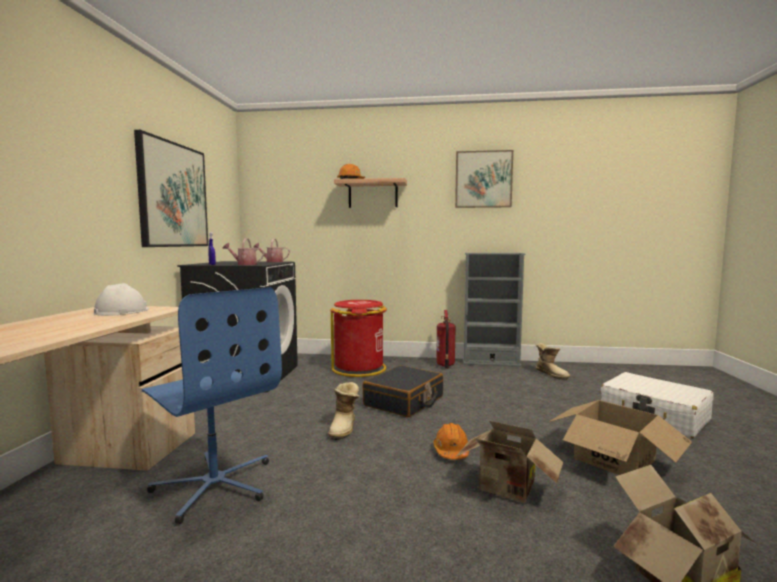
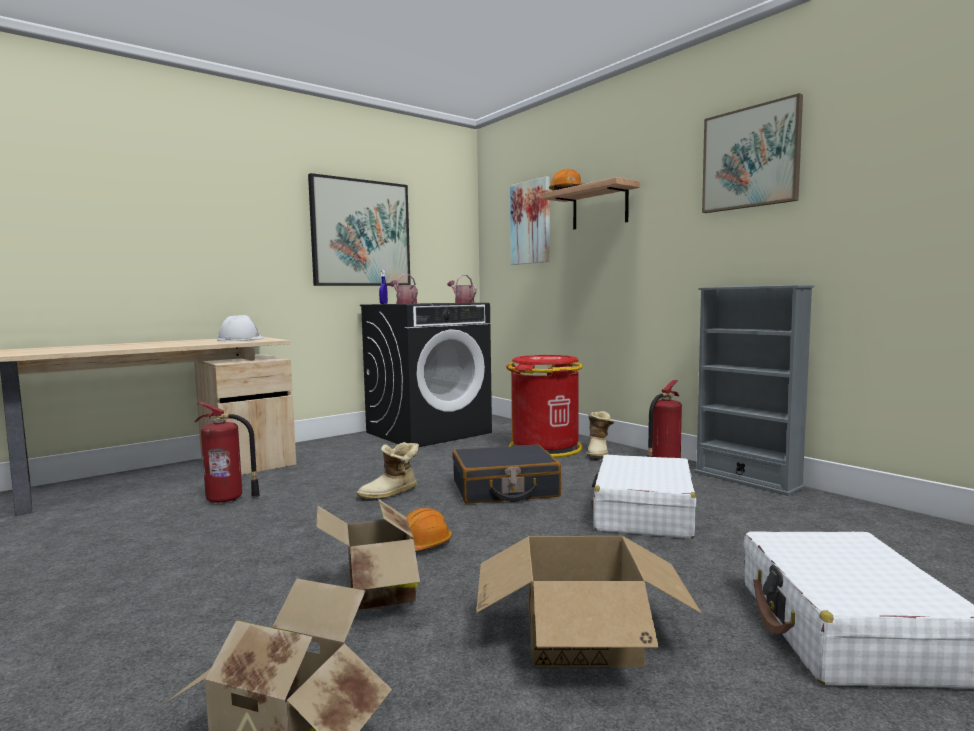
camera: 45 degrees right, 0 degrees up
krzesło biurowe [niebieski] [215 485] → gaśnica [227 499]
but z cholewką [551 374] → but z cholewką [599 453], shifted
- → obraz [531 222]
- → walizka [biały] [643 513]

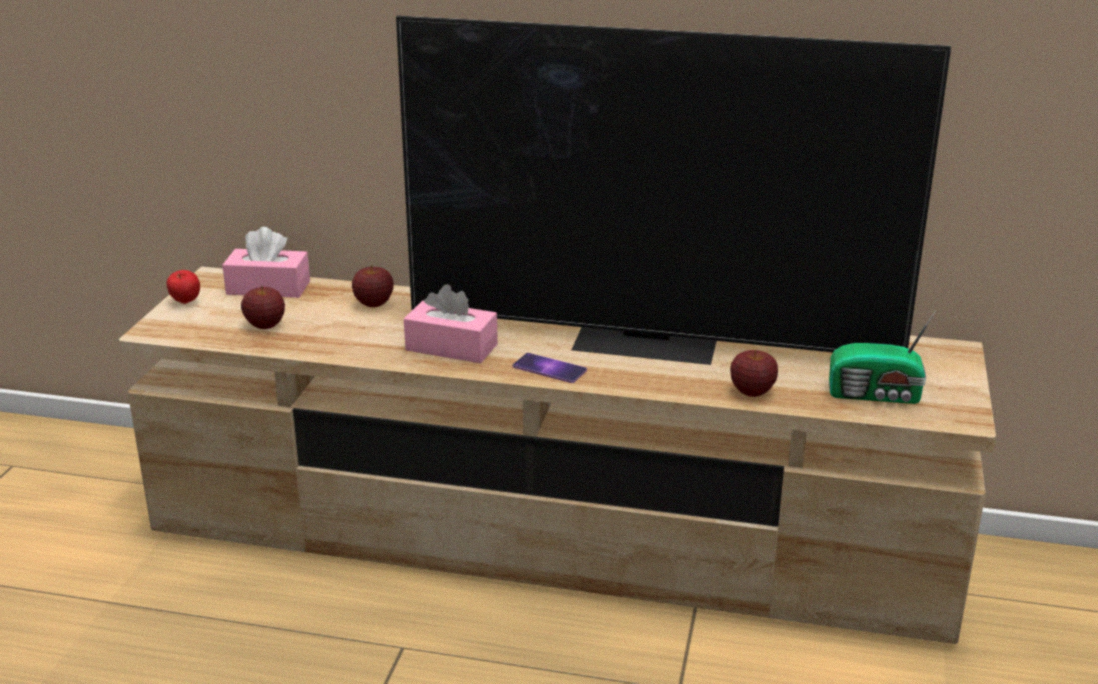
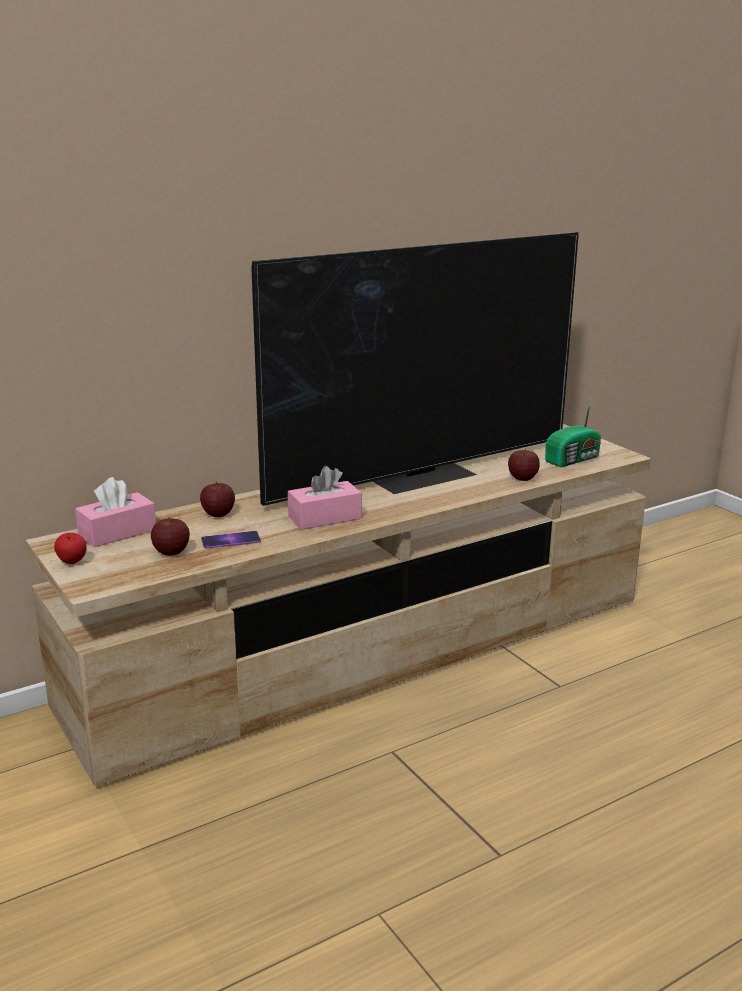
camera: 45 degrees left, 5 degrees down
telefon [549 368] → telefon [231 540], shifted

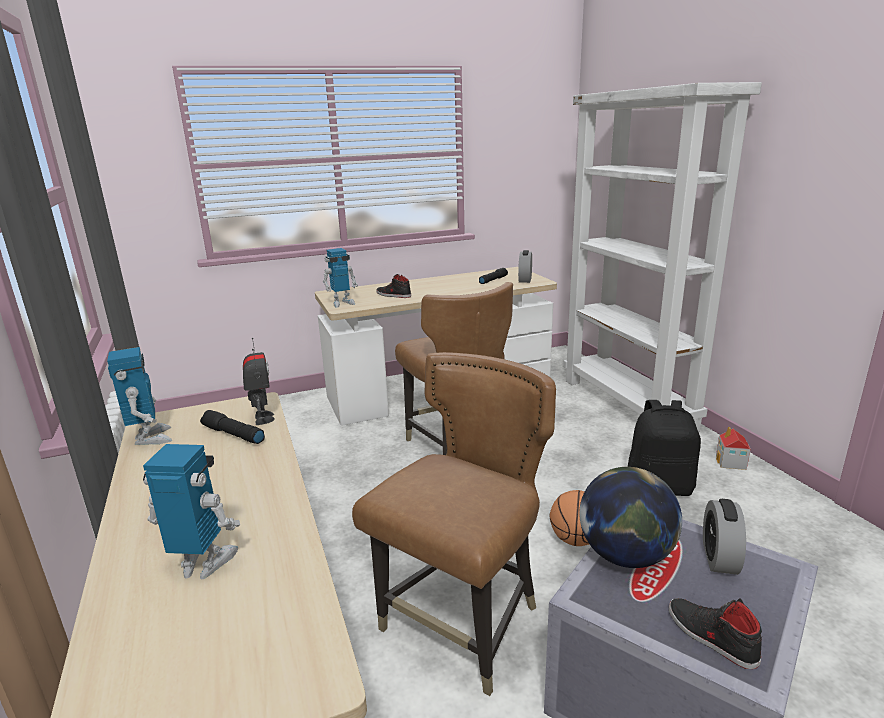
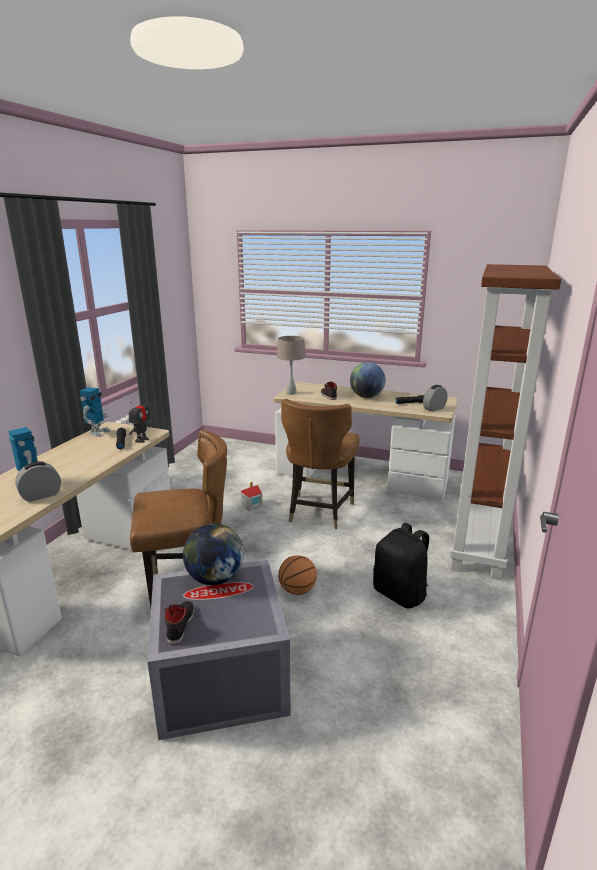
camera: 40 degrees right, 0 degrees up
regał [biały] [628 404] → regał [brązowy] [479 538]
robot zabawkowy [342 303] → lampa stołowa [beżowy] [291 393]
domek [731 462] → domek [251 506], shifted
budzik [719 558] → budzik [41 496], shifted
- → globus [366 397]

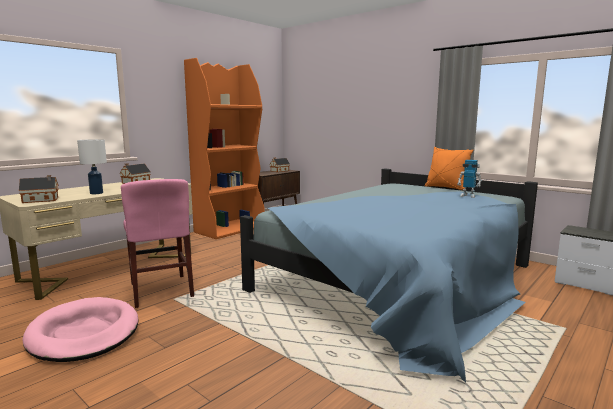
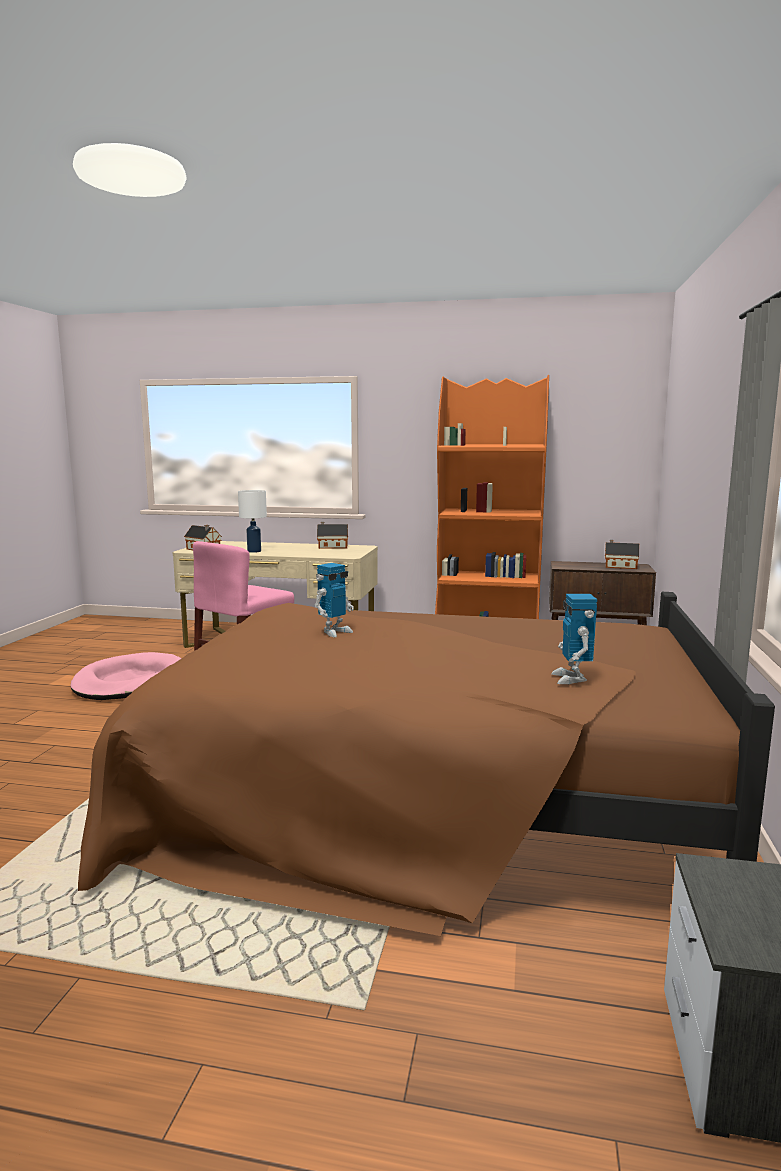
camera: 60 degrees right, 0 degrees up
poduszka [pomarańczowy] [446 188] → -
łóżko [niebieski] [400 281] → łóżko [brązowy] [426 797]
- → robot zabawkowy [334 632]

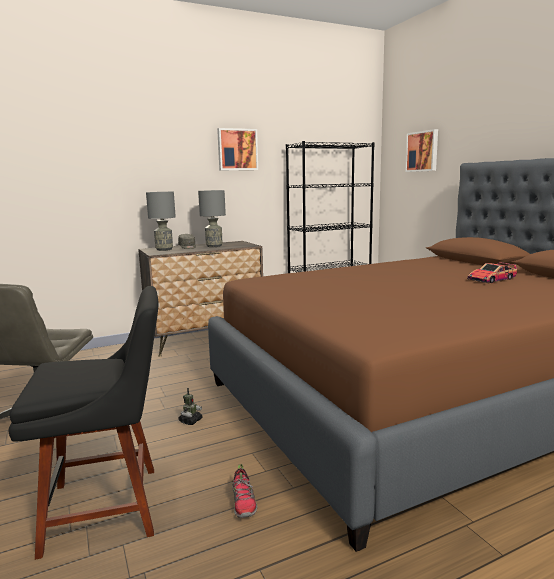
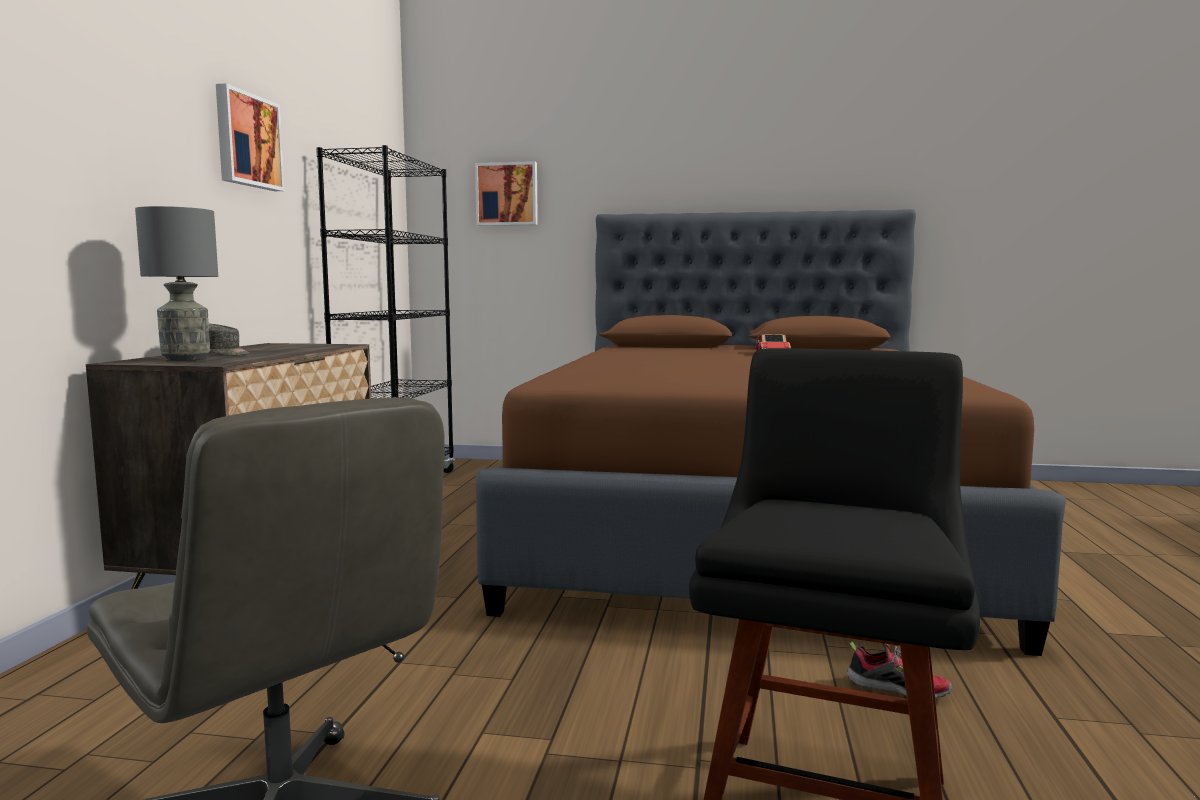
camera: 55 degrees left, 5 degrees down
lampa stołowa [szary] [213 246] → -
robot zabawkowy [190 421] → -

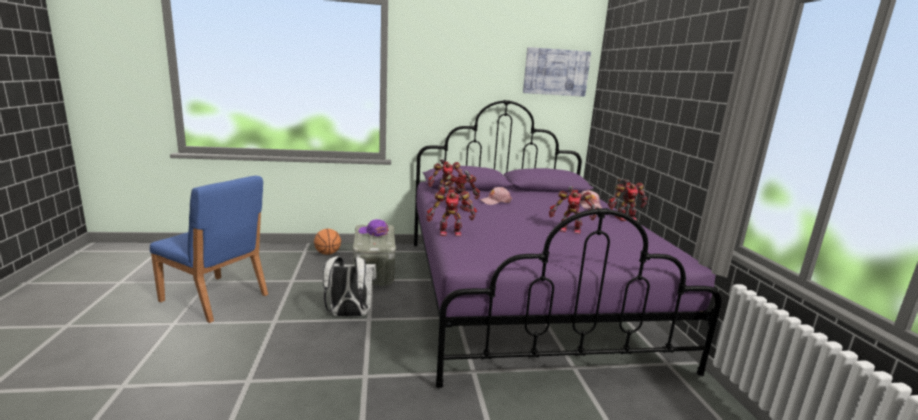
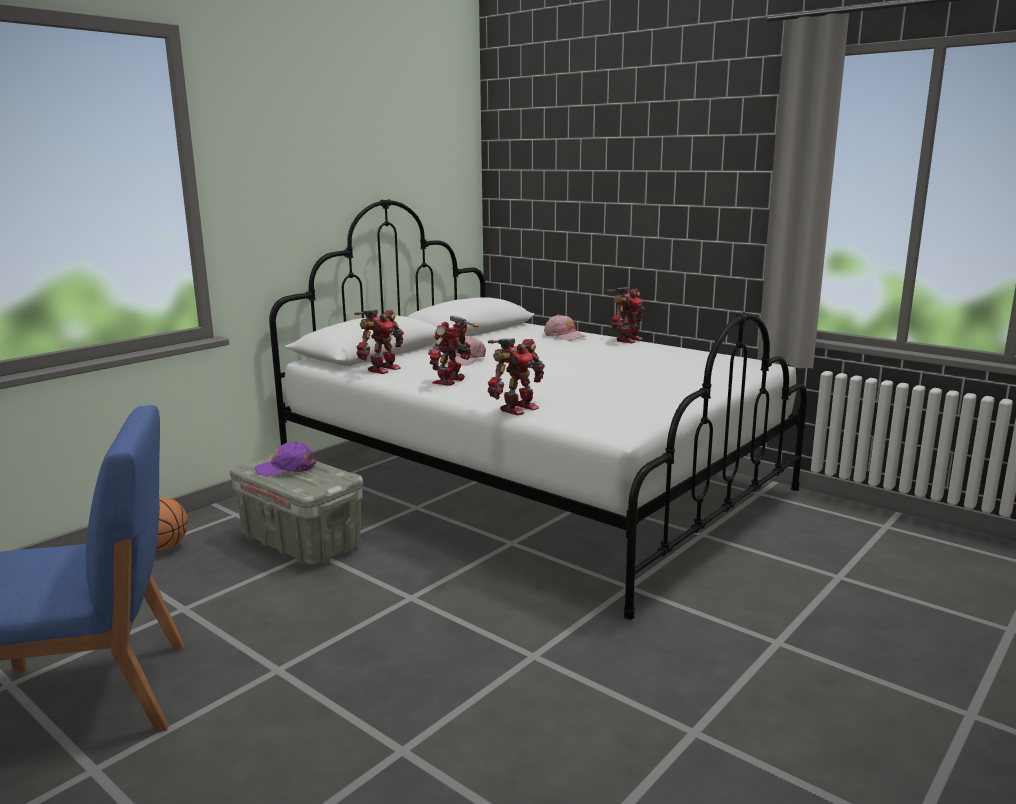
camera: 40 degrees left, 0 degrees up
obraz [556 72] → -
łóżko [fioletowy] [524 295] → łóżko [biały] [536 487]
robot zabawkowy [570 229] → -
plecak [biały] [348 315] → -

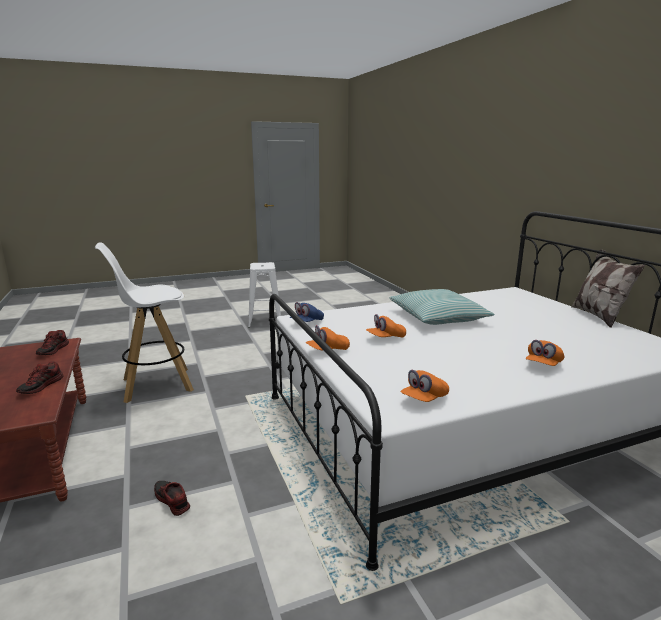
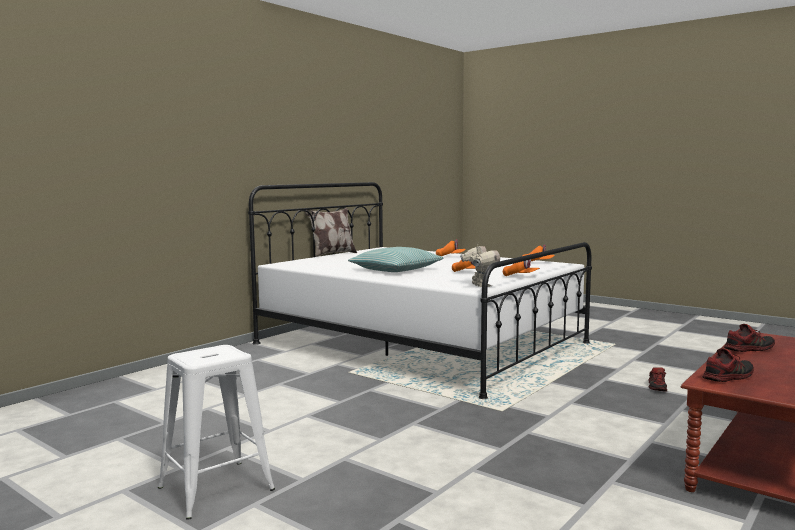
camera: 120 degrees left, 10 degrees down
stołek [biały] [156 385] → -
czapka z daszkiem [niebieski] [307 323] → robot zabawkowy [479 286]

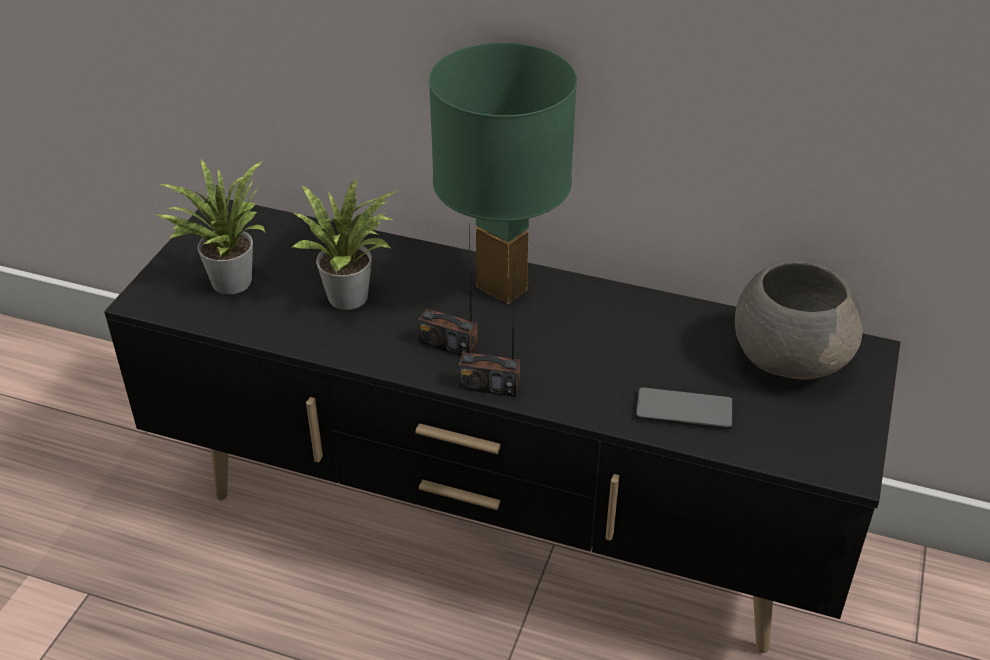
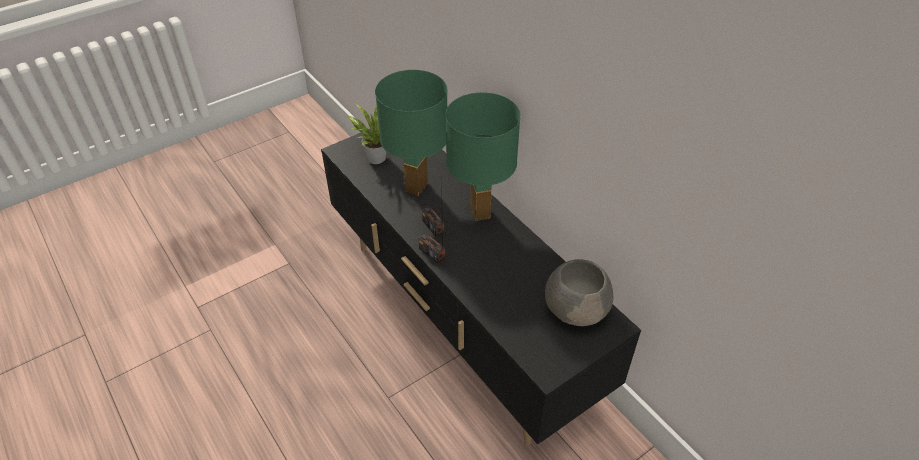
camera: 35 degrees right, 5 degrees up
roślina doniczkowa [353 296] → lampa stołowa [zielony] [416 186]
telefon [684 410] → -

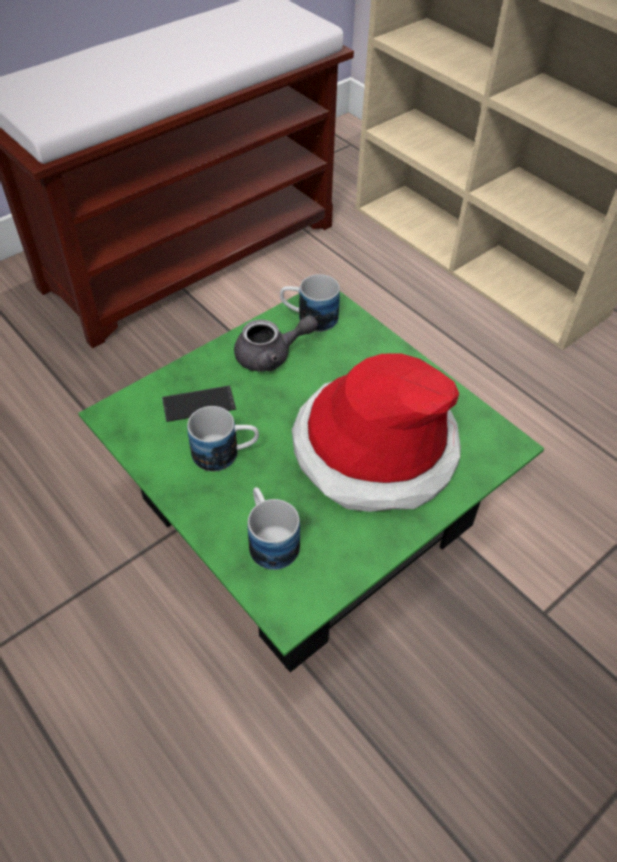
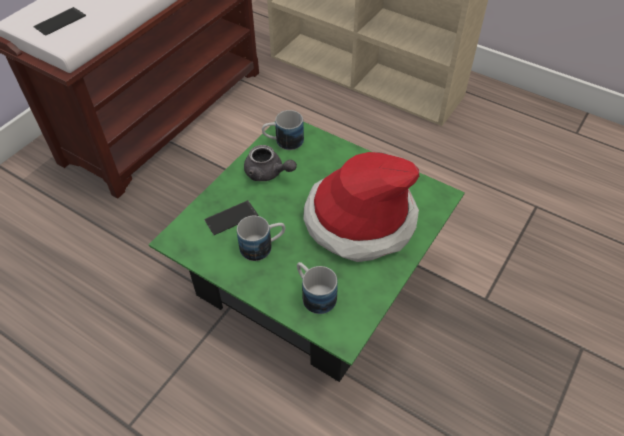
camera: 15 degrees left, 0 degrees up
imbryk [szary] [271 356] → imbryk [szary] [268 173], 60 degrees clockwise
- → telefon [60 21]

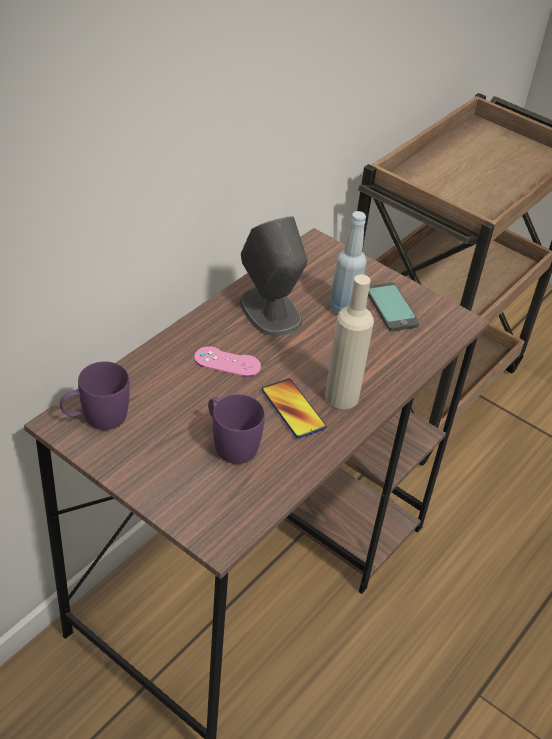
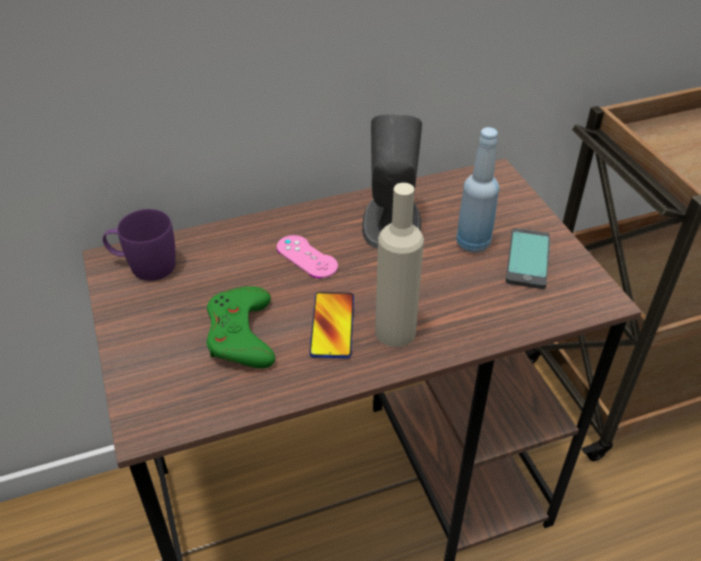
camera: 35 degrees right, 0 degrees up
kubek [fioletowy] [230 442] → pad do gier [zielony] [241 334]

